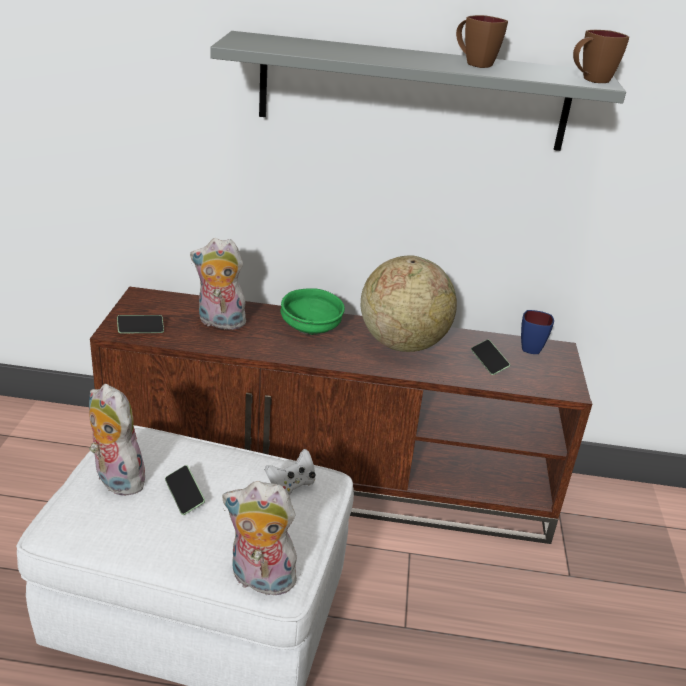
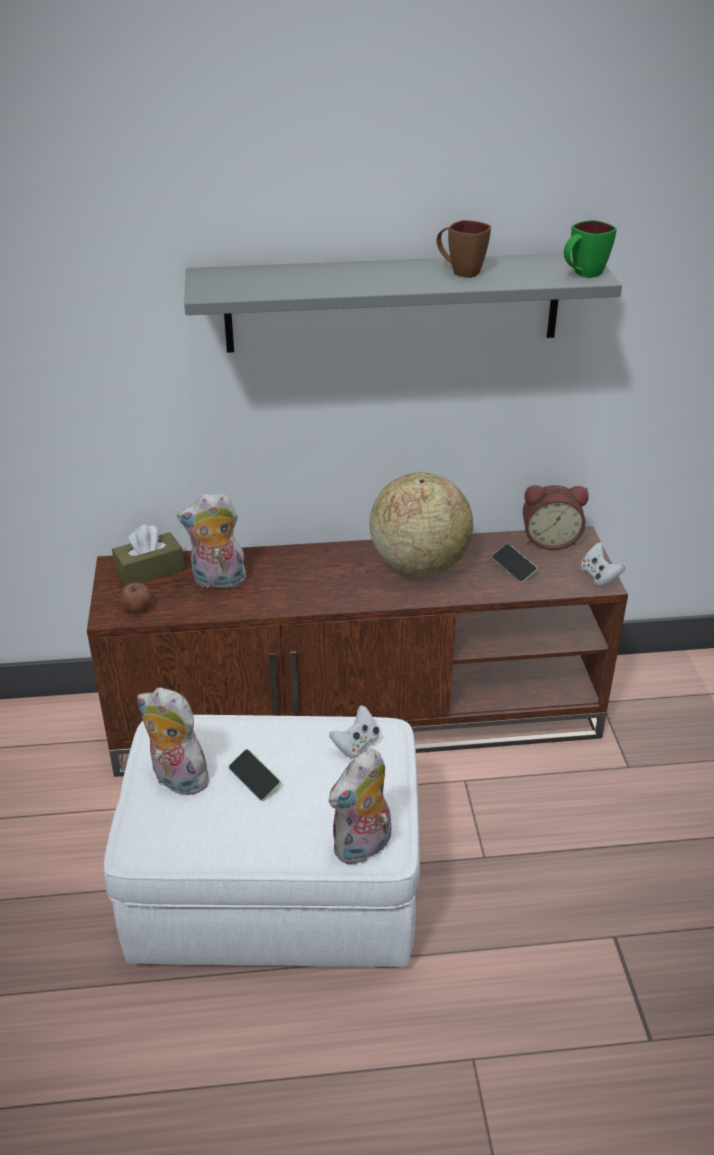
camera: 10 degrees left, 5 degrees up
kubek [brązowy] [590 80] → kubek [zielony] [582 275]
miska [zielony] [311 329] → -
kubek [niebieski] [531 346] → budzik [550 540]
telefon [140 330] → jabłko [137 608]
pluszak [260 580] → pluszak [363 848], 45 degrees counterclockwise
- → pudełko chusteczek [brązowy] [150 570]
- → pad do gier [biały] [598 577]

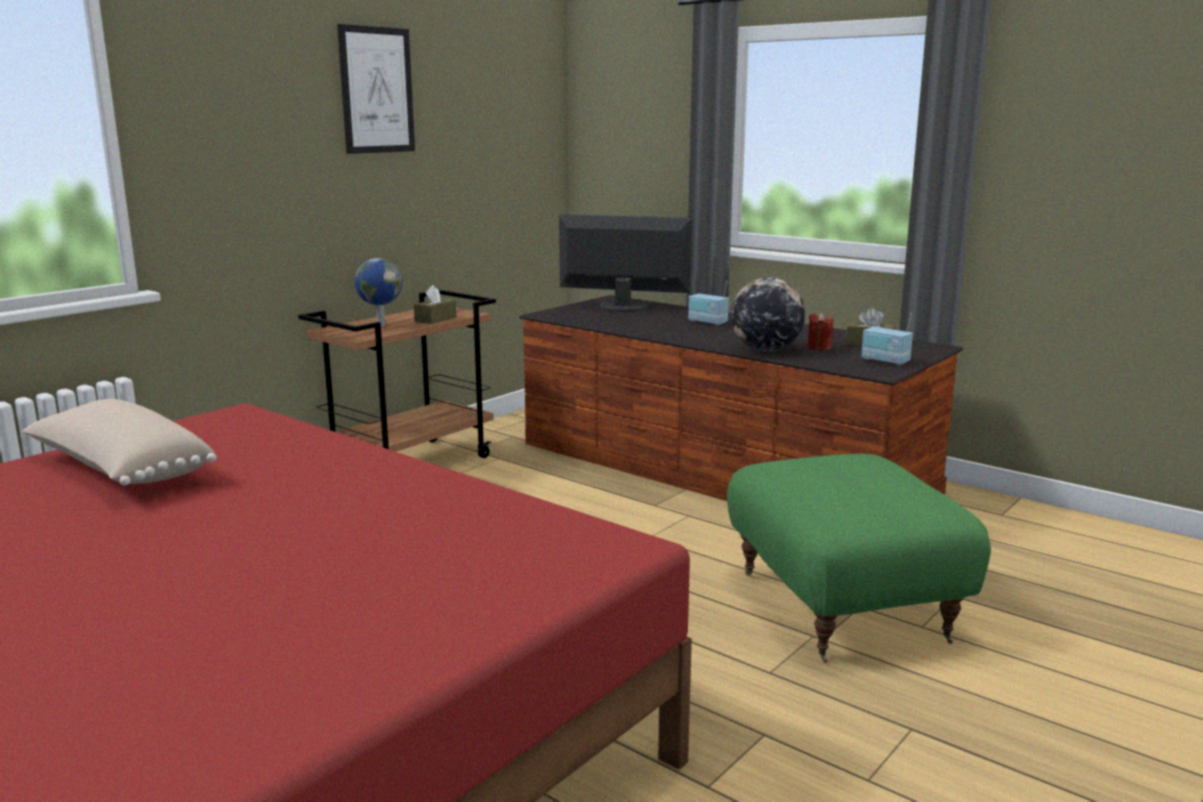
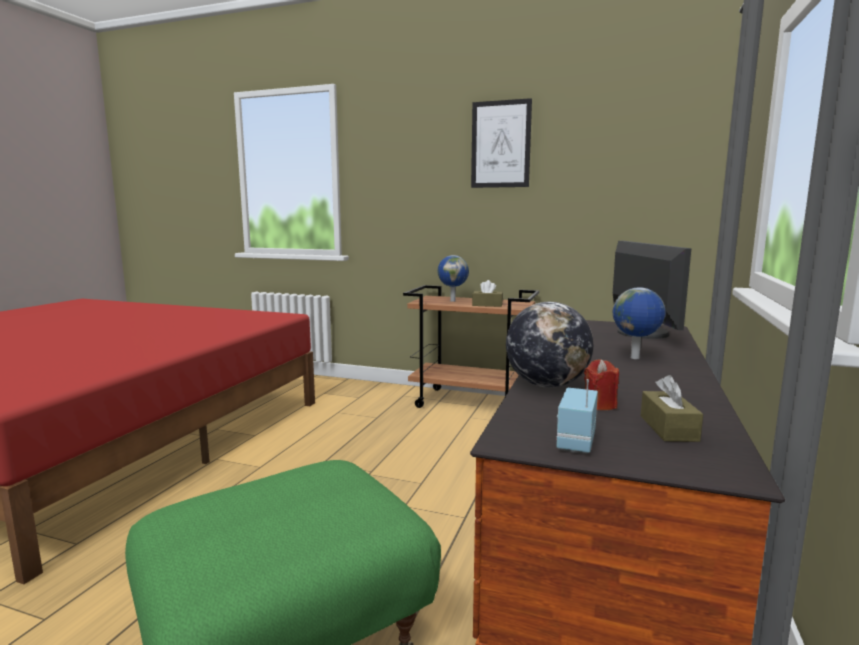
camera: 70 degrees right, 5 degrees down
radio [707 322] → globus [635 358]
poduszka [beżowy] [120 470] → -

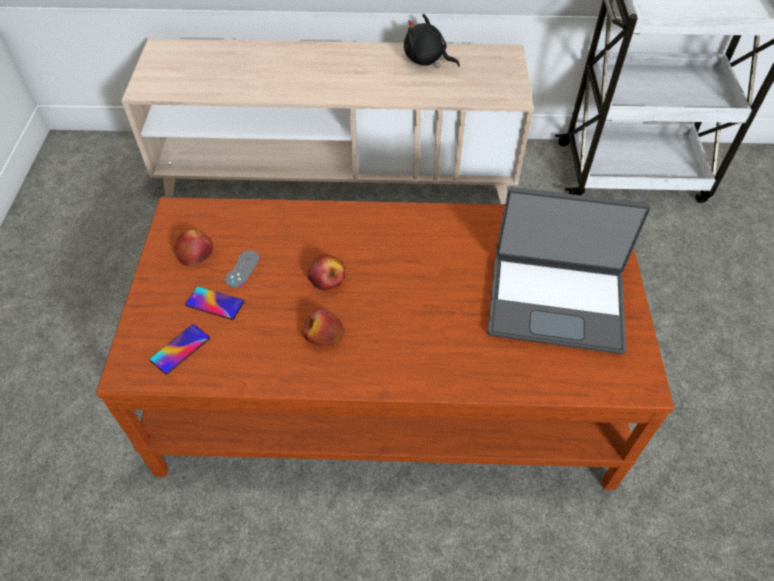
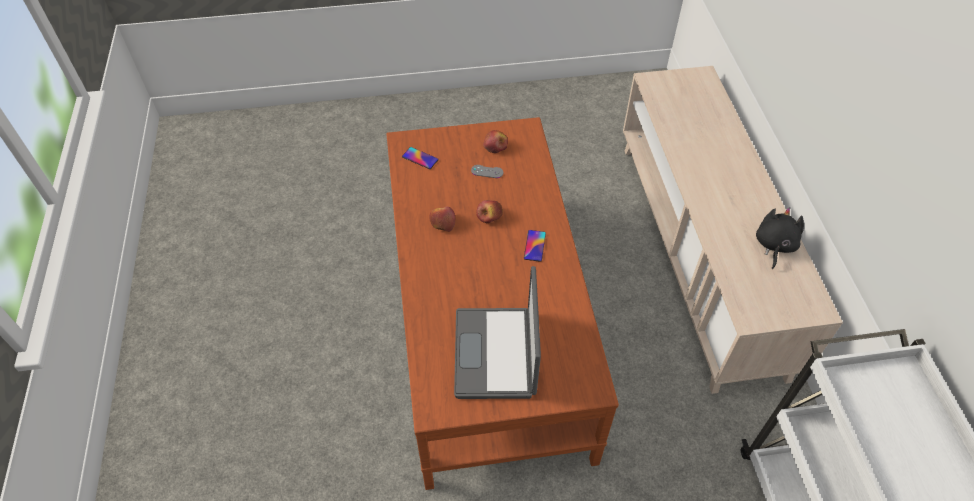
camera: 80 degrees right, 0 degrees up
telefon [214 303] → telefon [534 246], shifted

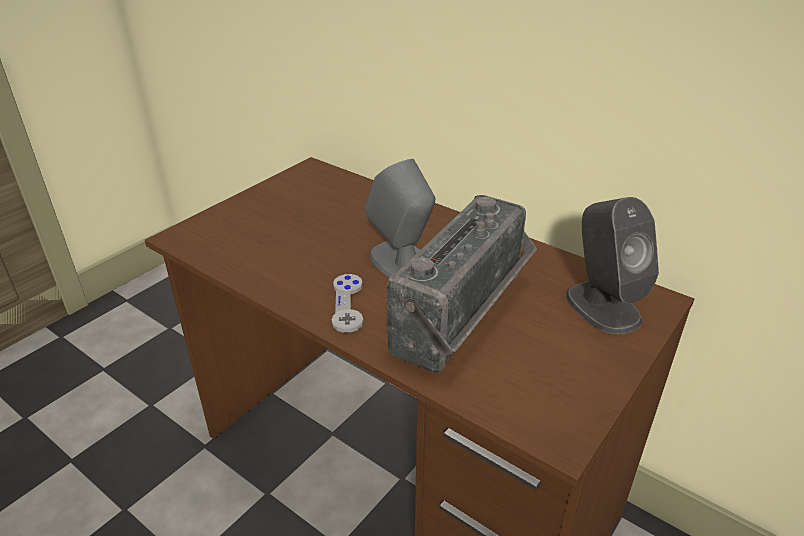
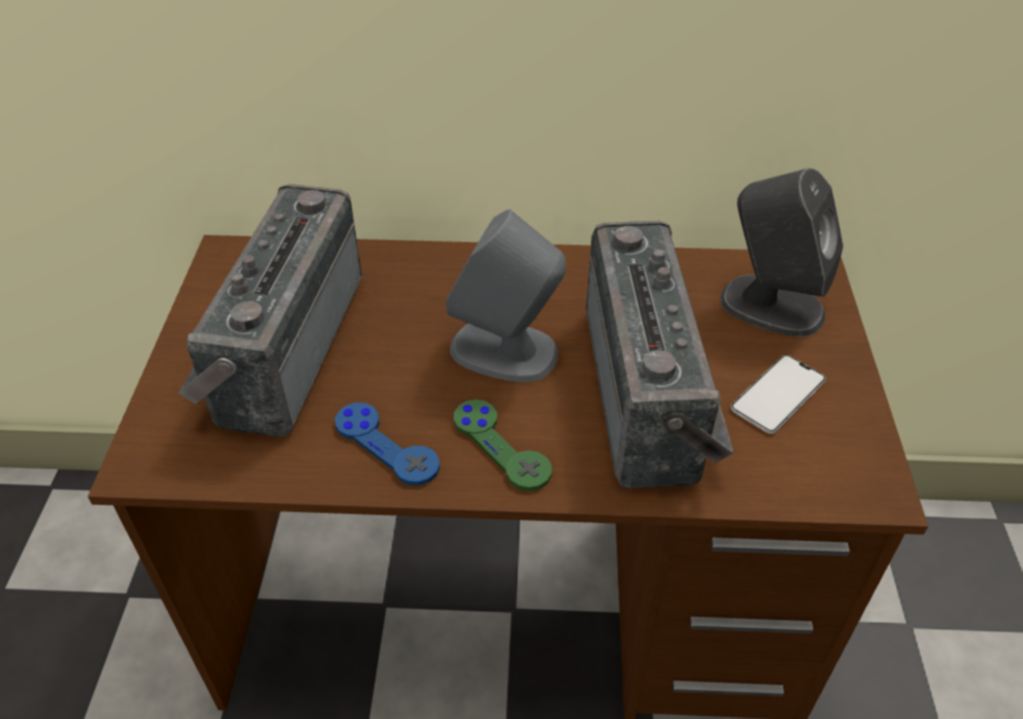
camera: 35 degrees left, 10 degrees up
pad do gier [szary] [347 304] → pad do gier [zielony] [501 446]
- → radio [282 346]
- → telefon [778 394]
- → pad do gier [niebieski] [386 445]

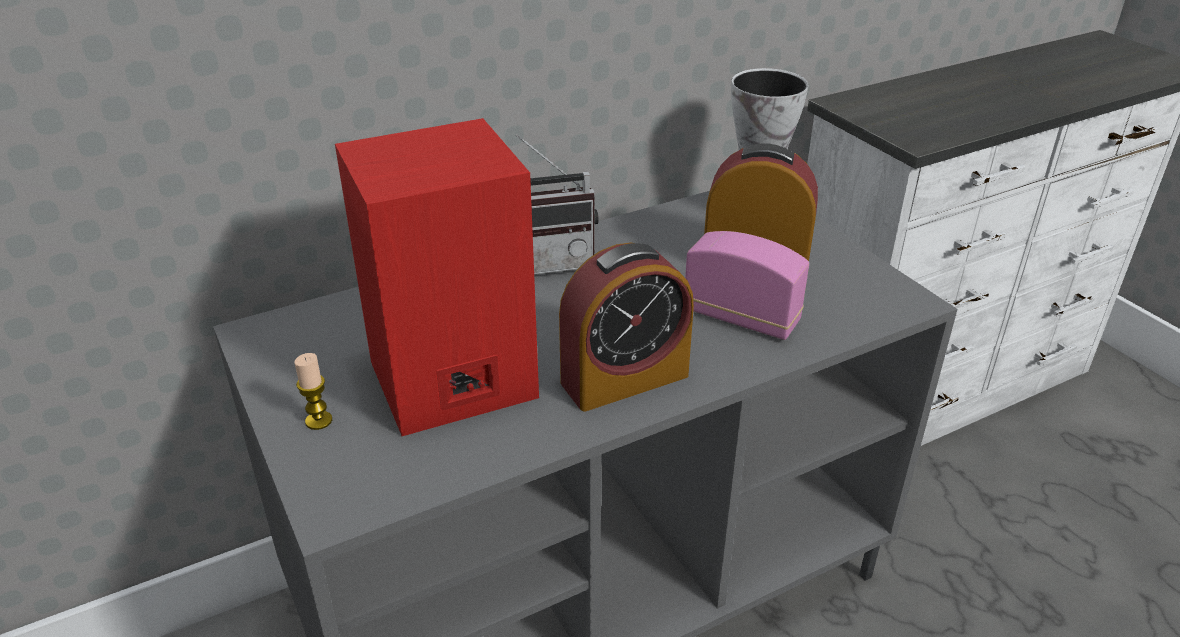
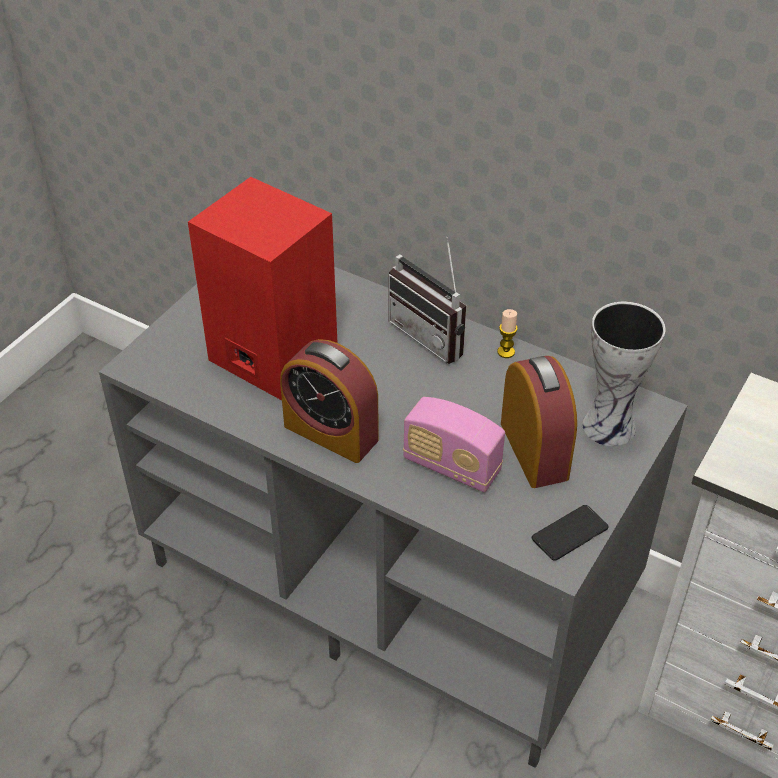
camera: 60 degrees right, 10 degrees up
radio [741 317] → radio [451 466], 120 degrees clockwise
świeca [318 421] → świeca [506 352], shifted
- → telefon [569 533]

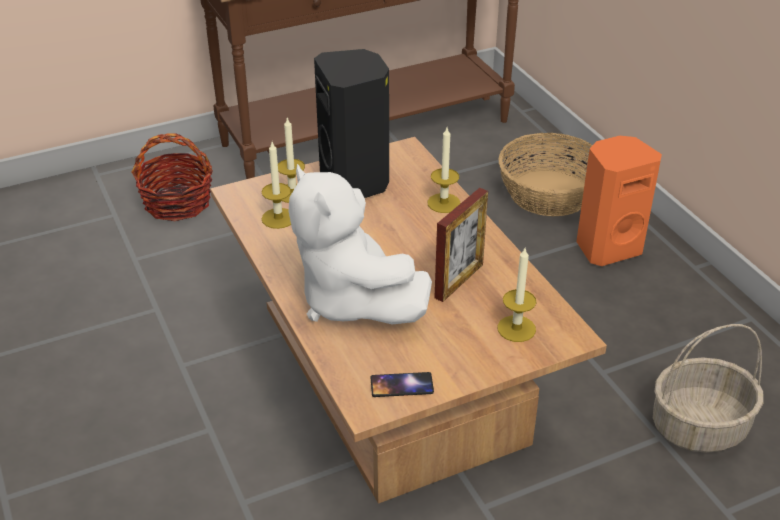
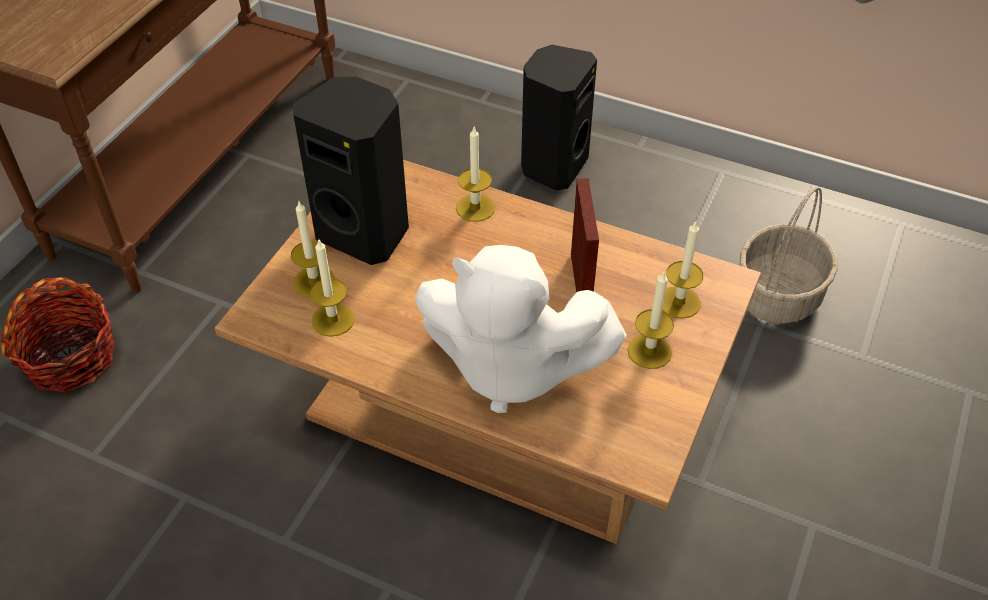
camera: 40 degrees left, 10 degrees up
koszyk [549 193] → -
głośnik [pomarańczowy] [607 247] → głośnik [czarny] [552 166]
telefon [402 385] → -
- → świeca [649 351]

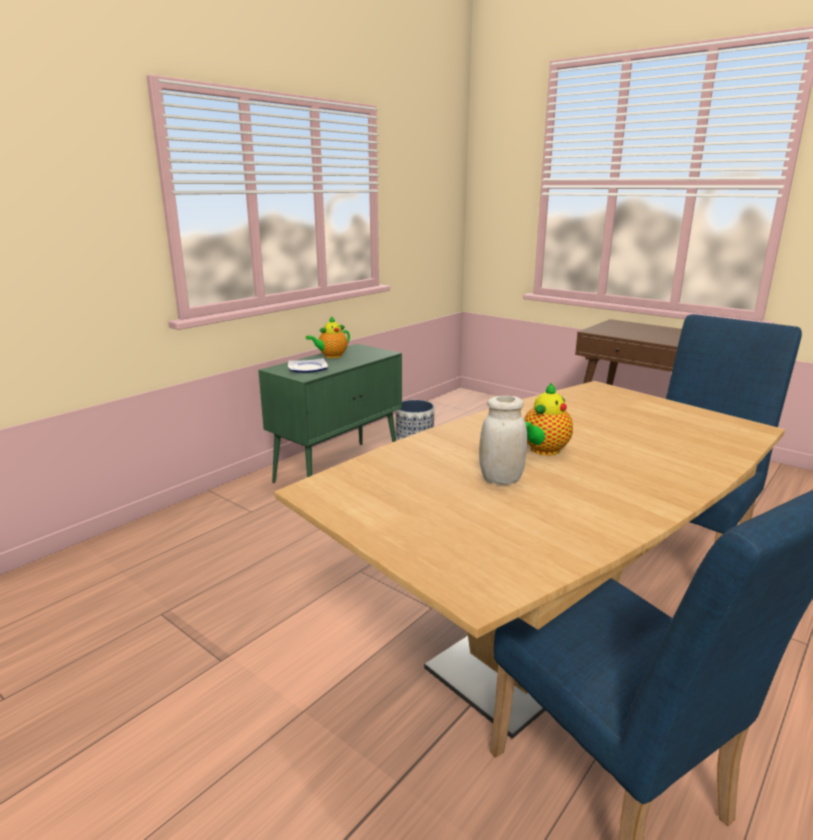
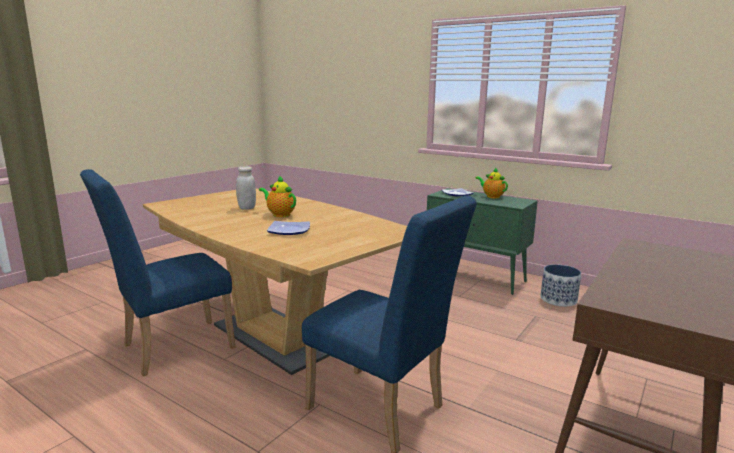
camera: 85 degrees right, 5 degrees down
- → talerz [289 231]

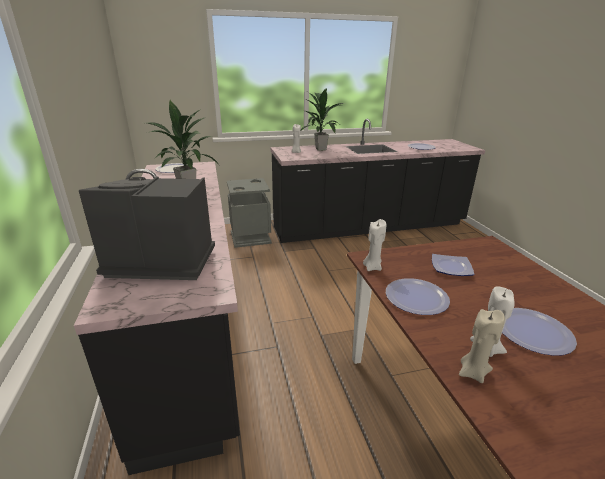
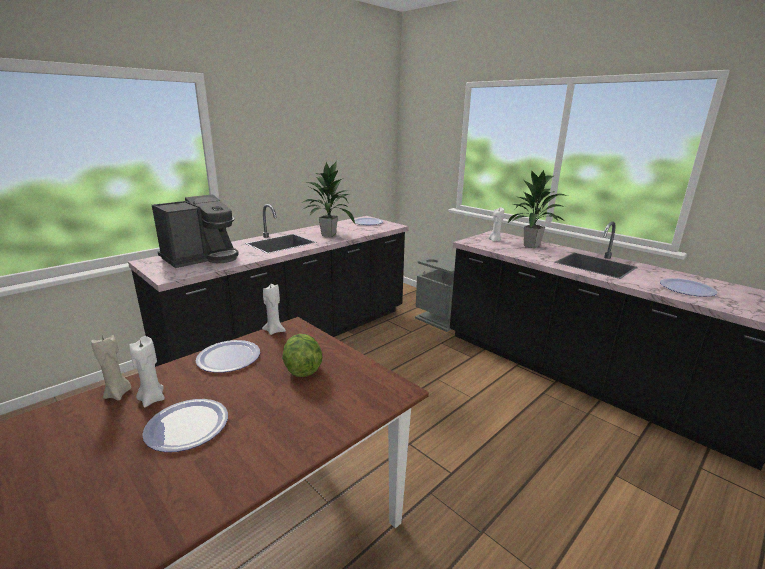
camera: 60 degrees right, 5 degrees down
ekspres do kawy [160 262] → ekspres do kawy [202 258], 75 degrees clockwise
talerz [452 268] → sałata [302 369]

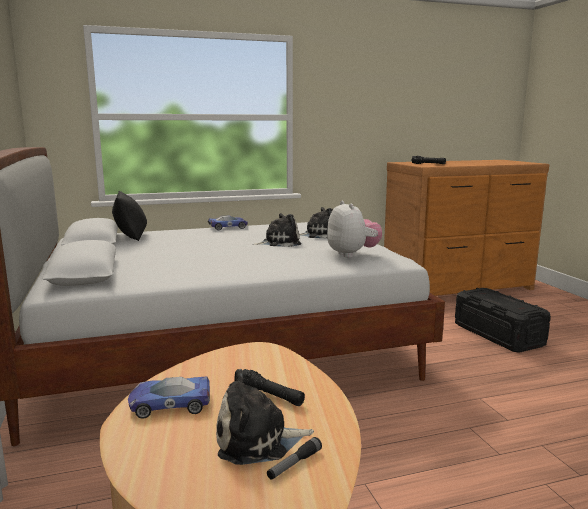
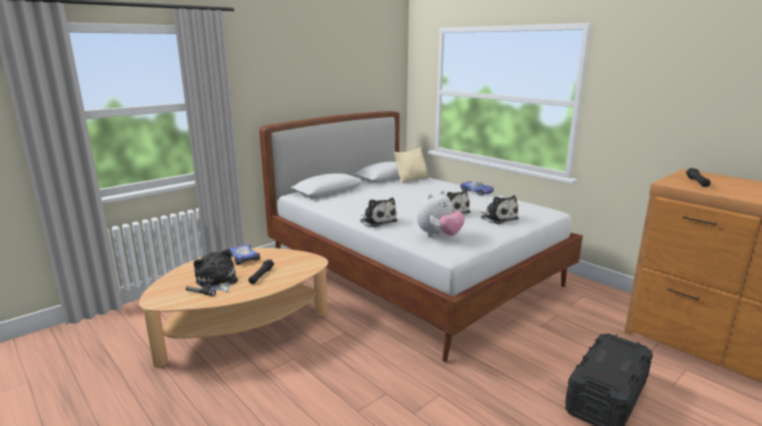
camera: 65 degrees right, 5 degrees up
poduszka [czarny] [131 236] → poduszka [beżowy] [411 179]
- → pluszak [377 221]

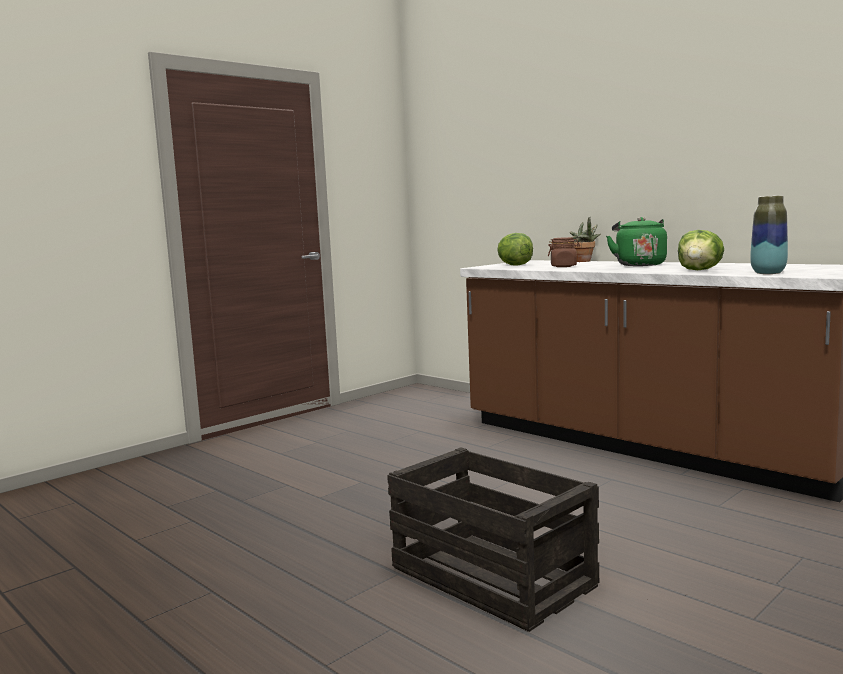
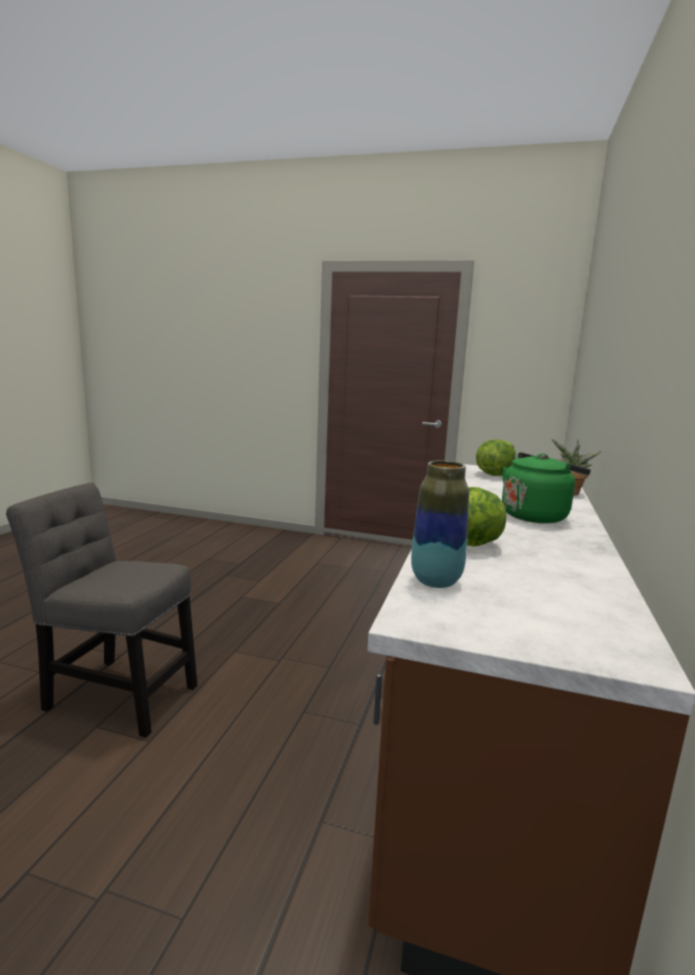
camera: 60 degrees right, 5 degrees up
słoik [brązowy] [563 266] → -
skrzynka [490 576] → krzesło [szary] [117 694]

